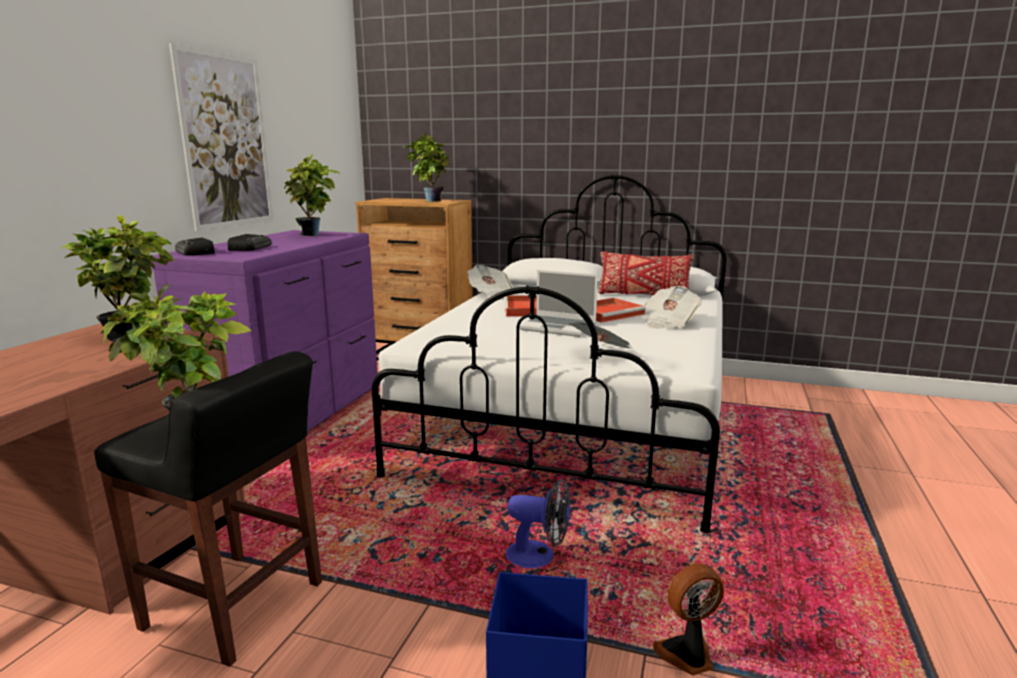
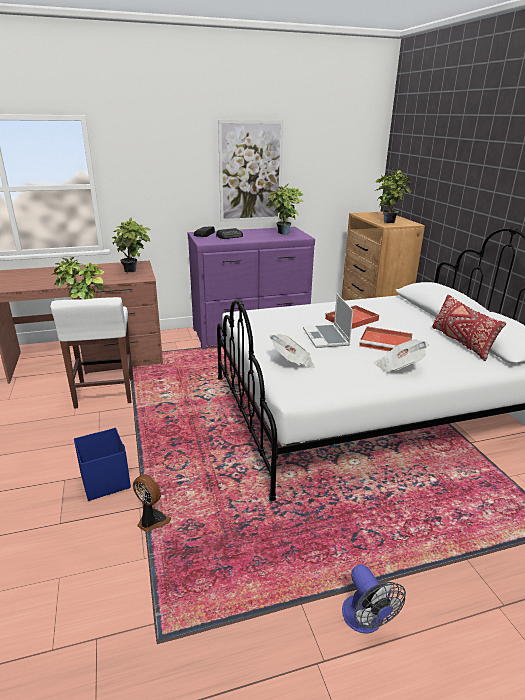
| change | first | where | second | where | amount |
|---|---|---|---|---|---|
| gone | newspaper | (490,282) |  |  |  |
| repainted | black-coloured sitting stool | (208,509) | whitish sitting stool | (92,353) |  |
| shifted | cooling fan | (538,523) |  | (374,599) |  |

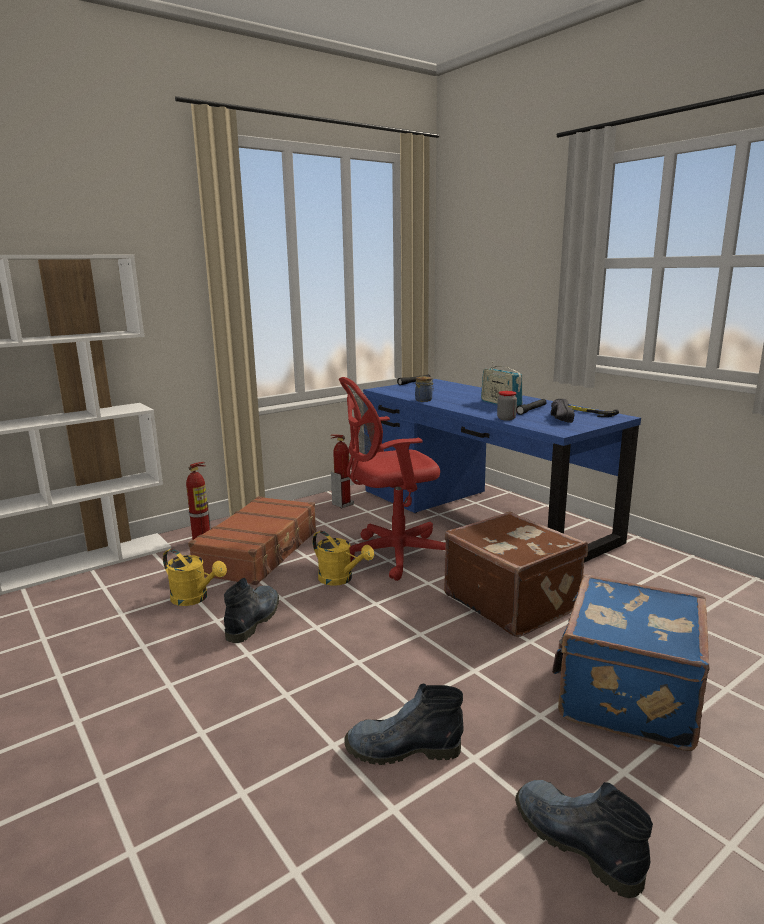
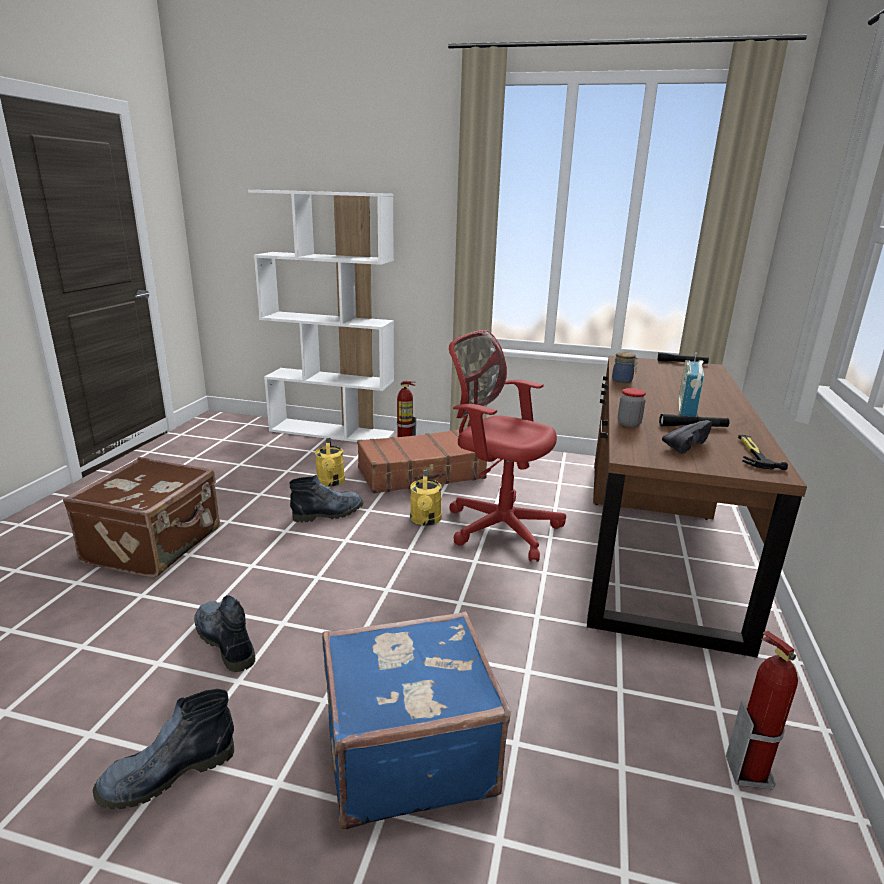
| change | first | where | second | where | amount |
|---|---|---|---|---|---|
| repainted | blue-coloured desk | (502,470) | brownish desk | (697,506) |  |
| shifted | fire extinguisher | (342,471) |  | (762,710) |  |
| shifted | brownish travel case | (516,574) |  | (141,517) |  |
| rotated | high-top boot | (584,839) |  | (163,749) | 135 degrees counterclockwise |

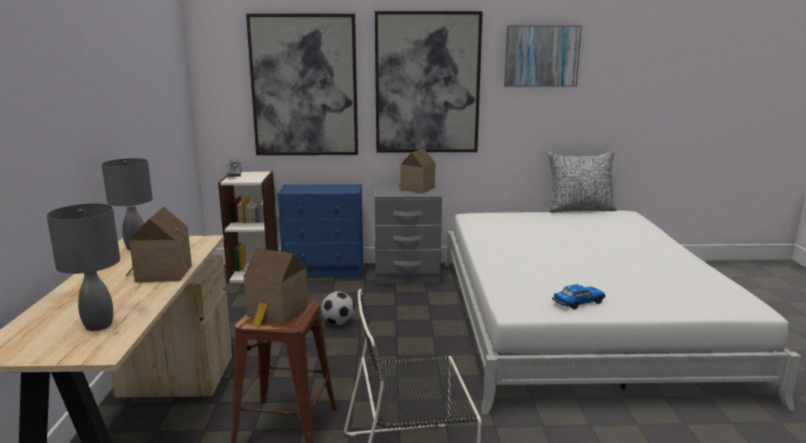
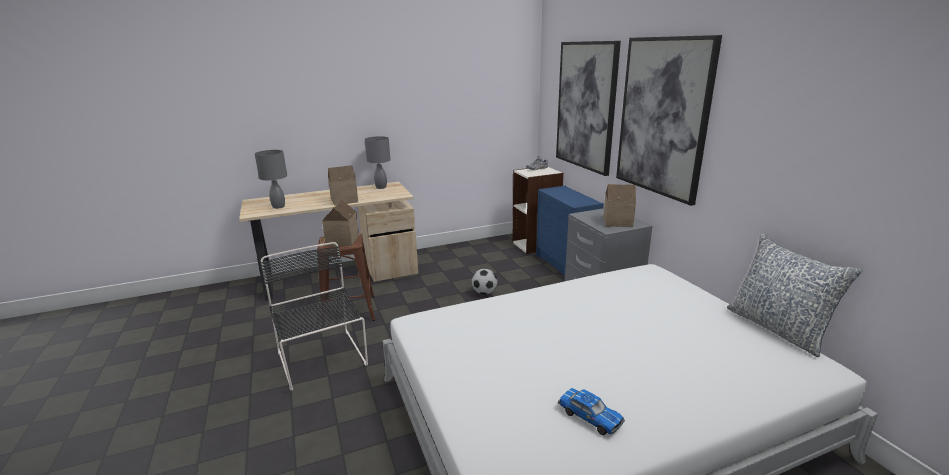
| change | first | where | second | where | amount |
|---|---|---|---|---|---|
| gone | wall picture | (543,56) |  |  |  |
| shifted | miniature car | (579,296) |  | (591,411) |  |

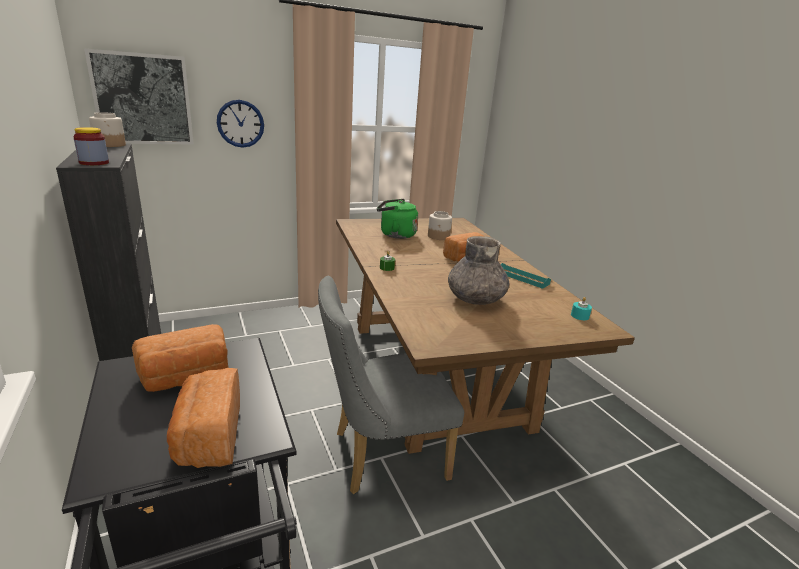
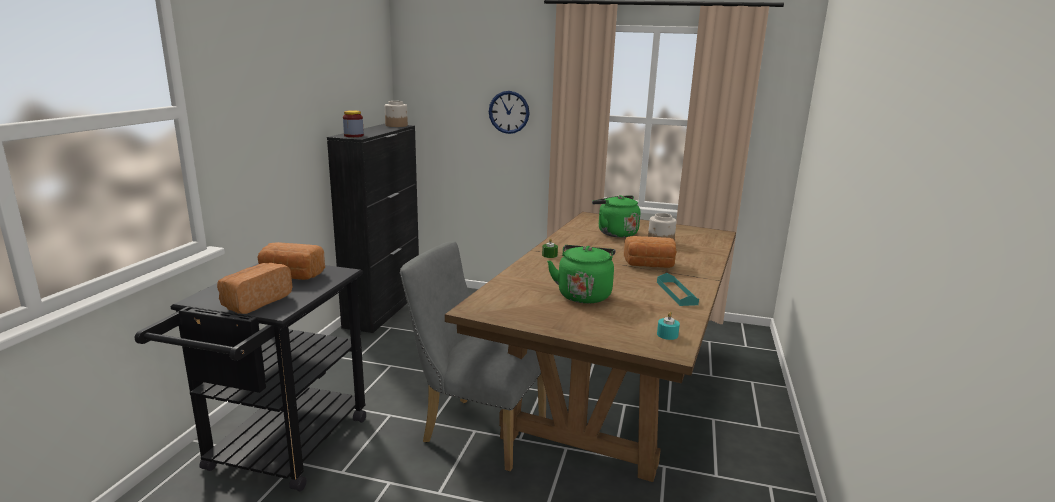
| change | first | where | second | where | amount |
|---|---|---|---|---|---|
| gone | wall picture | (139,97) |  |  |  |
| swapped | grey decorative vase | (478,270) | green kettle | (581,274) |  |

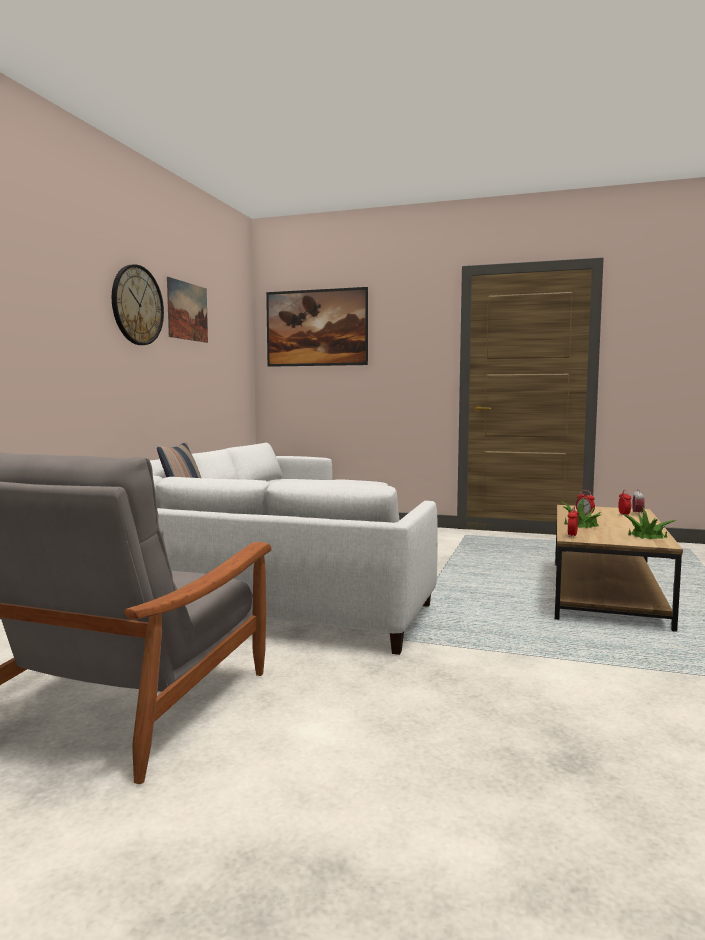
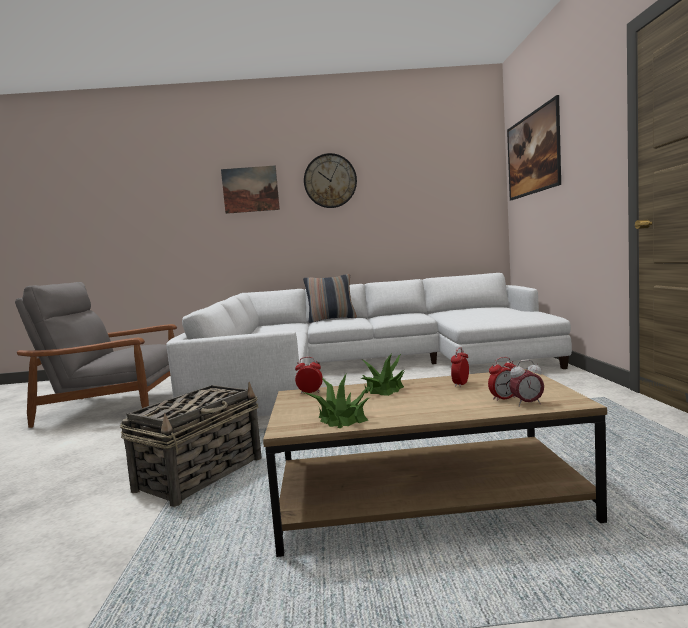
| change | first | where | second | where | amount |
|---|---|---|---|---|---|
| shifted | wall picture | (187,310) |  | (250,189) |  |
| new |  |  | basket | (191,444) |  |

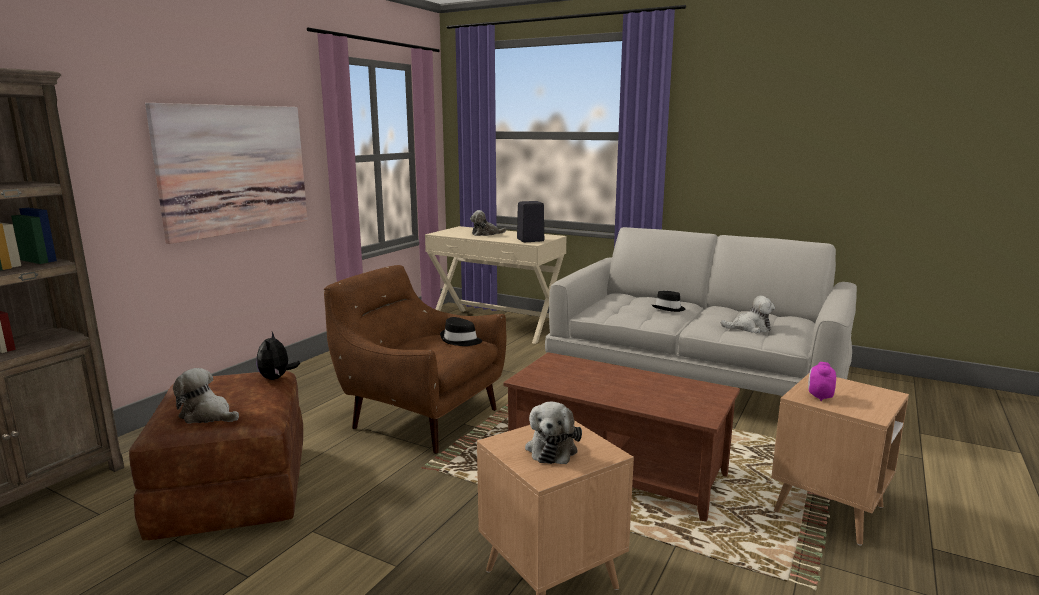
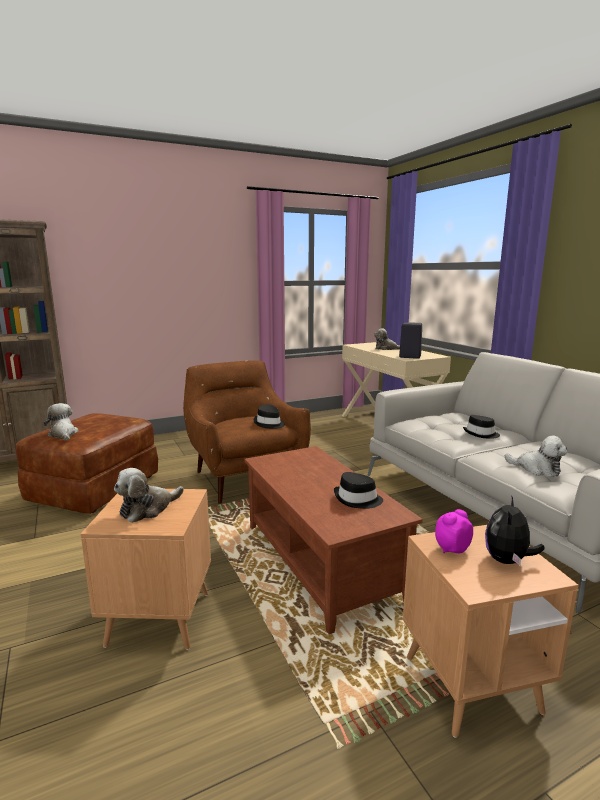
| change | first | where | second | where | amount |
|---|---|---|---|---|---|
| gone | wall picture | (226,173) |  |  |  |
| shifted | soft toy | (278,356) |  | (514,531) |  |
| new |  |  | black-coloured clothing hat | (358,490) |  |

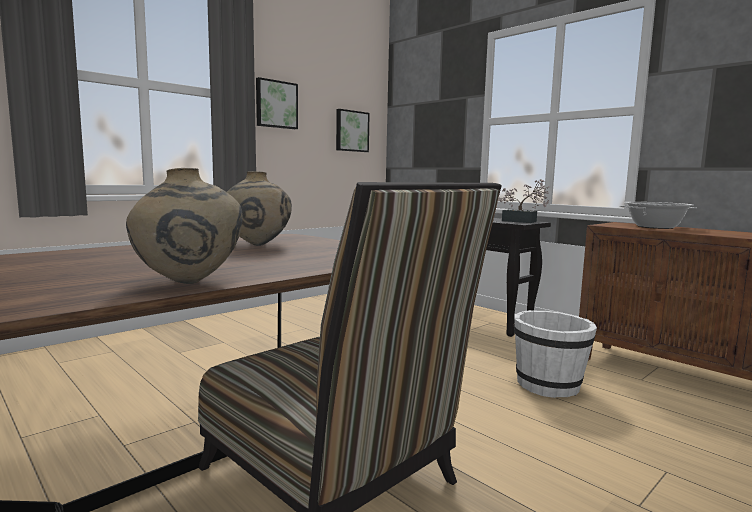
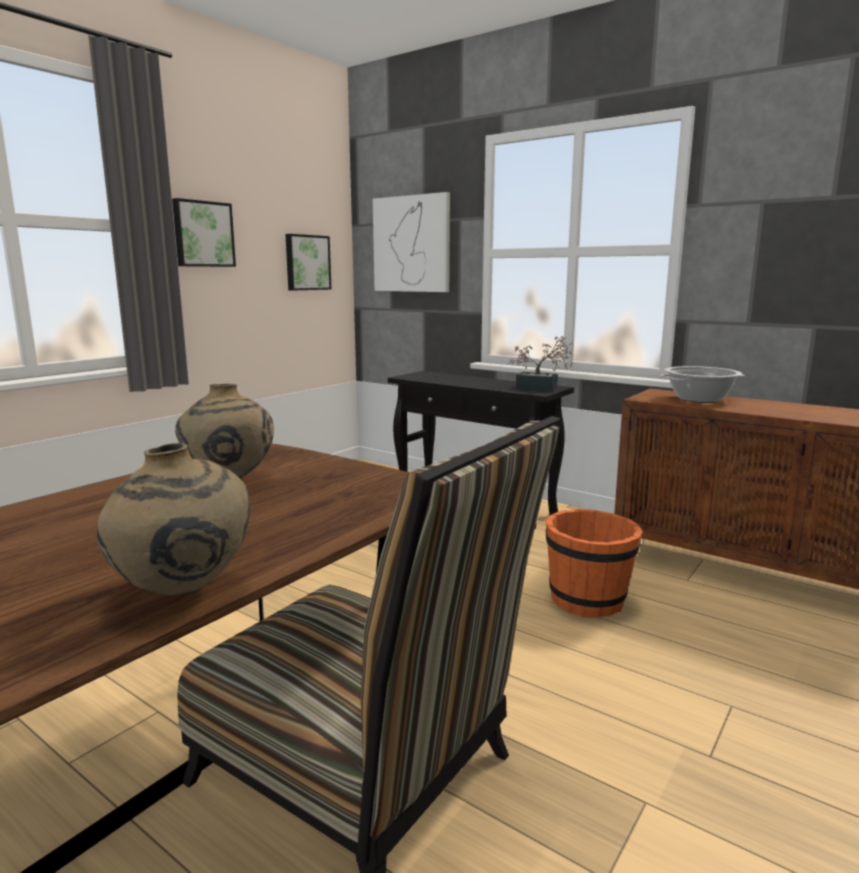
| change | first | where | second | where | amount |
|---|---|---|---|---|---|
| repainted | whitish water bucket | (555,354) | orange-coloured water bucket | (594,563) |  |
| new |  |  | wall picture | (411,242) |  |

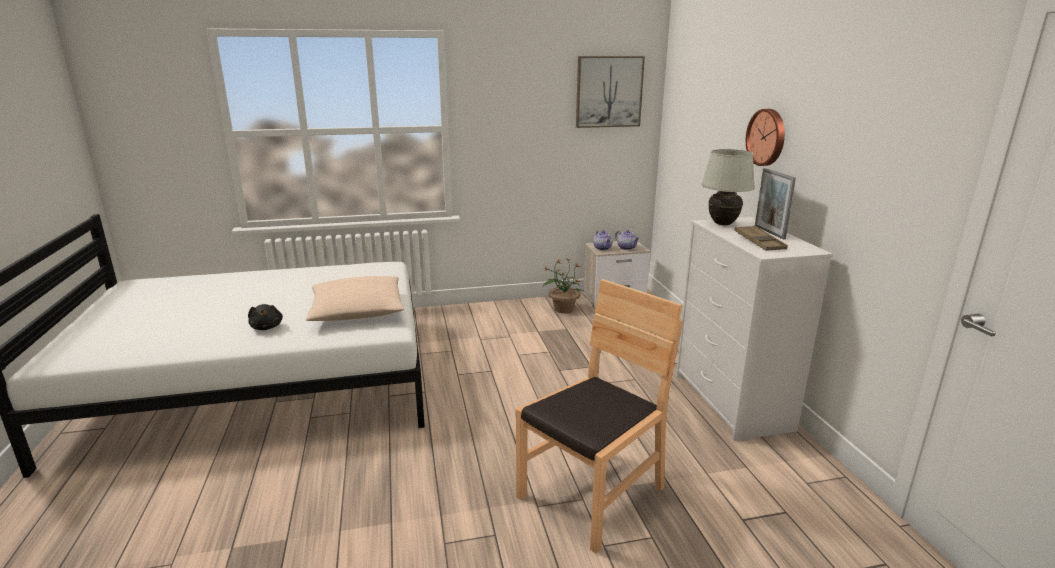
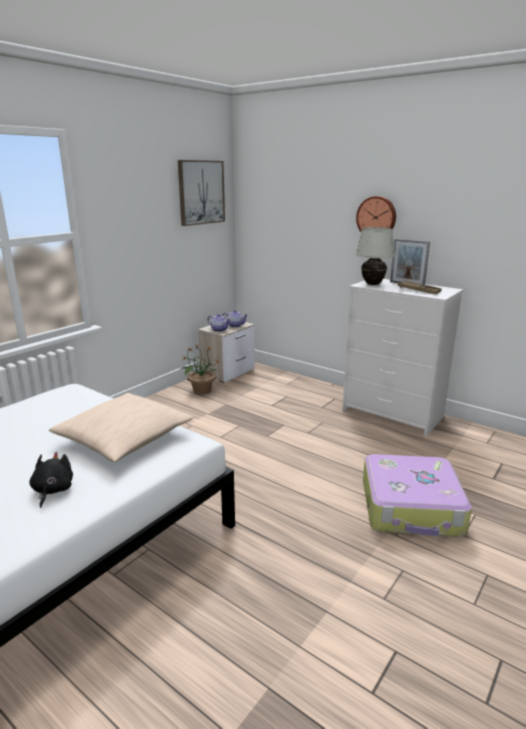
| change | first | where | second | where | amount |
|---|---|---|---|---|---|
| swapped | brownish chair | (599,416) | travel case | (417,495) |  |
| rotated | black-coloured soft toy | (265,317) |  | (51,480) | 120 degrees counterclockwise |

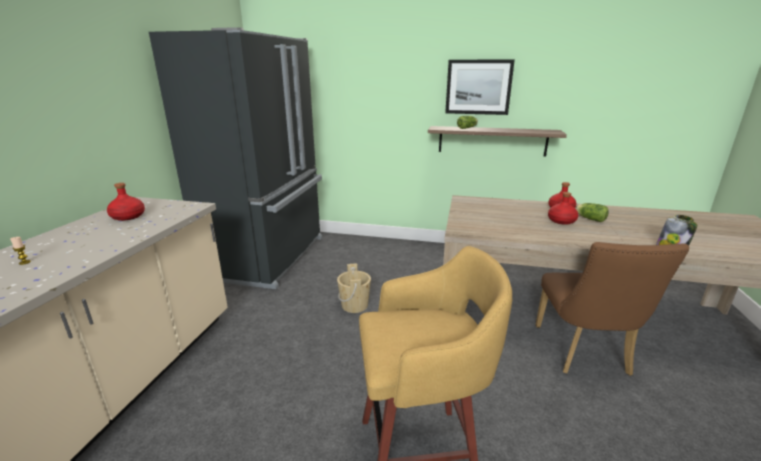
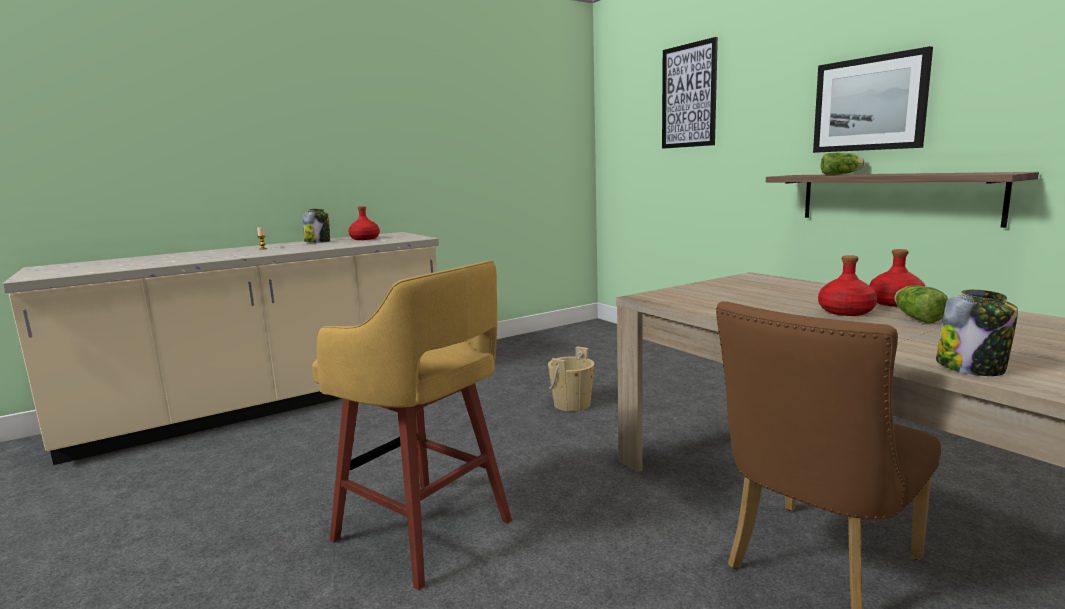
| change | first | where | second | where | amount |
|---|---|---|---|---|---|
| gone | black-coloured refrigerator | (235,158) |  |  |  |
| new |  |  | wall picture | (690,93) |  |
| new |  |  | storage jar | (316,226) |  |

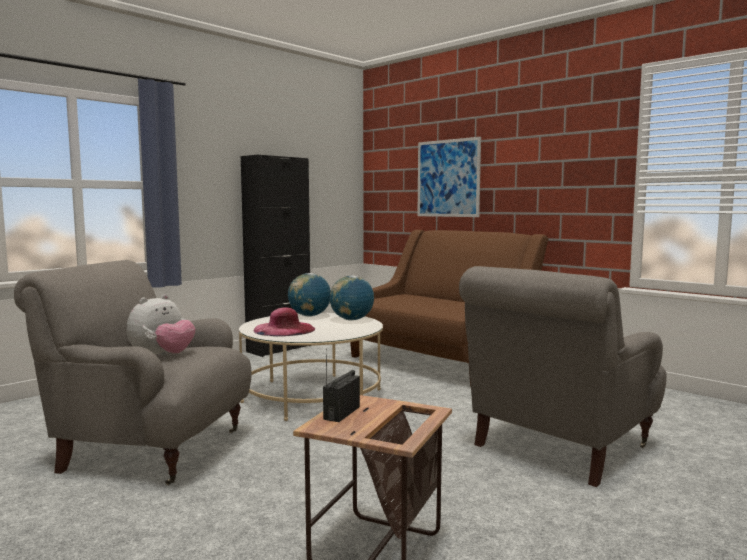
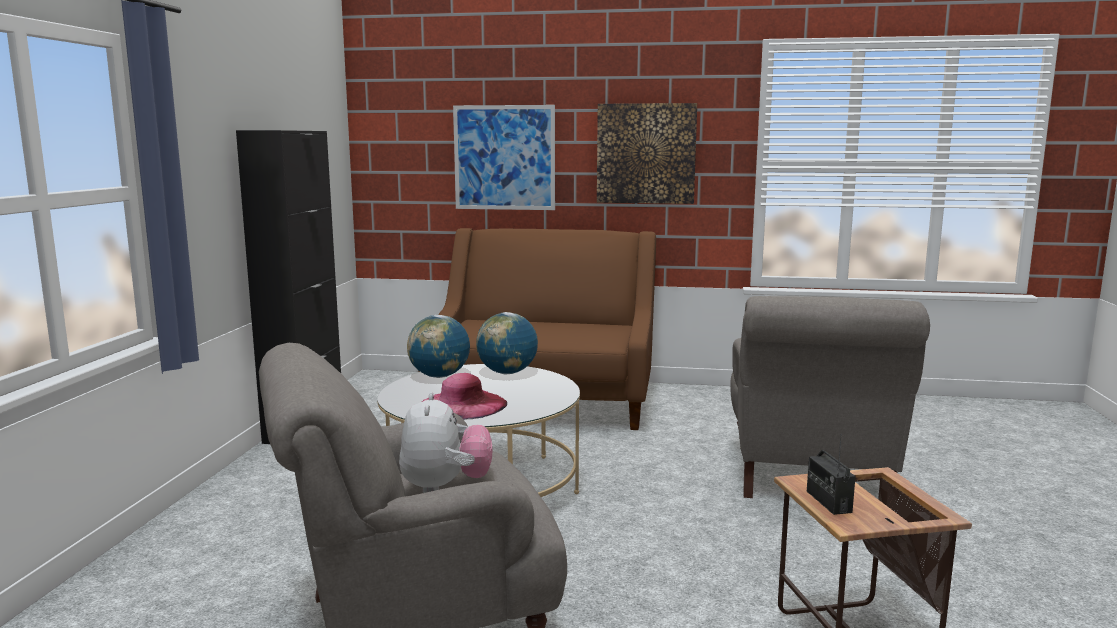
| change | first | where | second | where | amount |
|---|---|---|---|---|---|
| new |  |  | wall picture | (647,153) |  |

